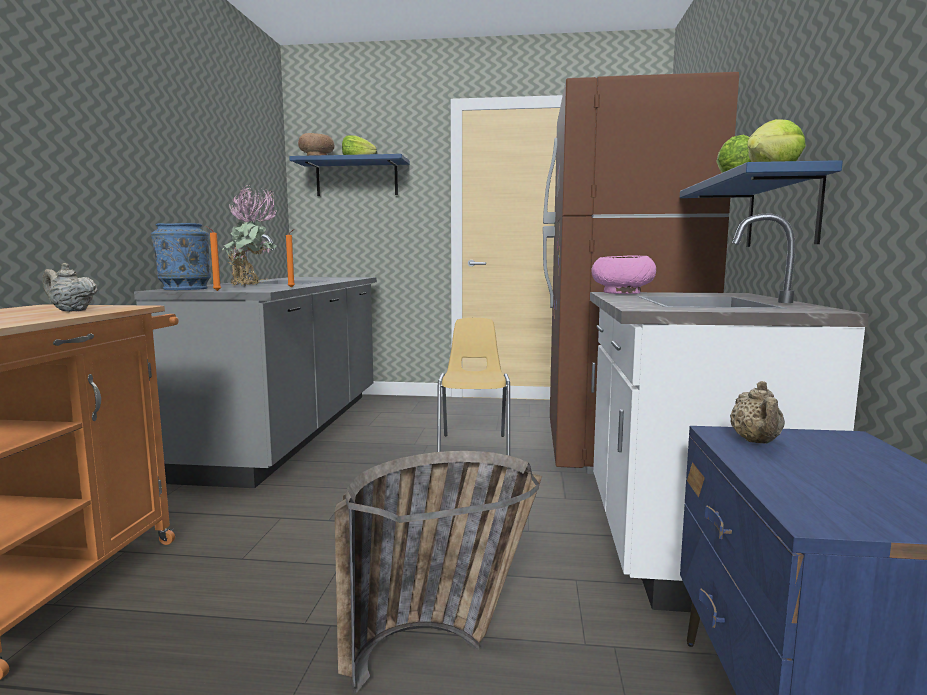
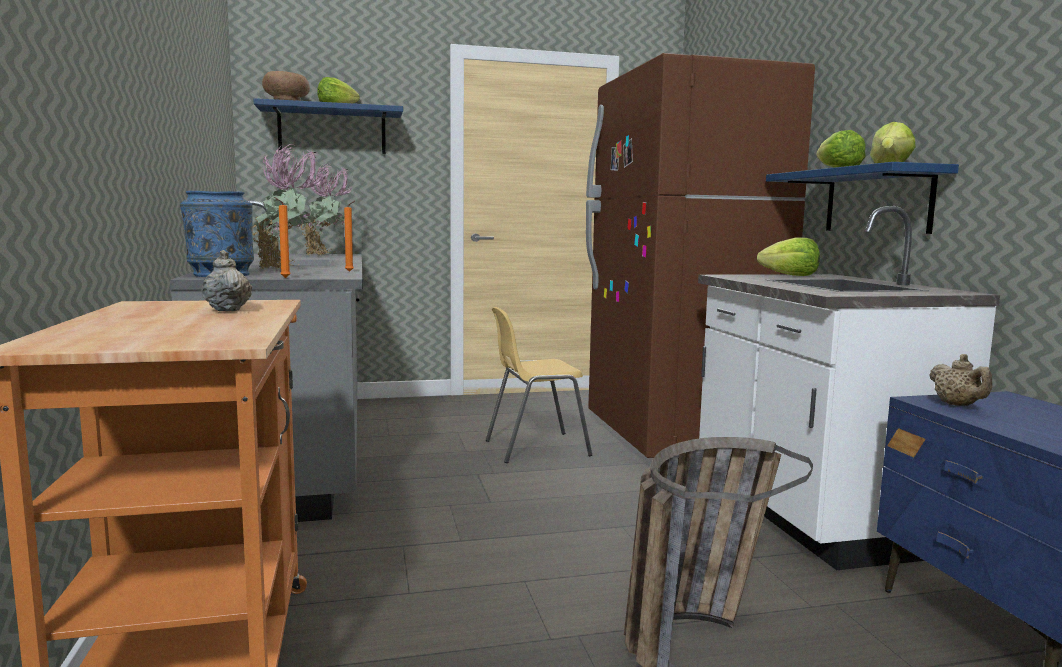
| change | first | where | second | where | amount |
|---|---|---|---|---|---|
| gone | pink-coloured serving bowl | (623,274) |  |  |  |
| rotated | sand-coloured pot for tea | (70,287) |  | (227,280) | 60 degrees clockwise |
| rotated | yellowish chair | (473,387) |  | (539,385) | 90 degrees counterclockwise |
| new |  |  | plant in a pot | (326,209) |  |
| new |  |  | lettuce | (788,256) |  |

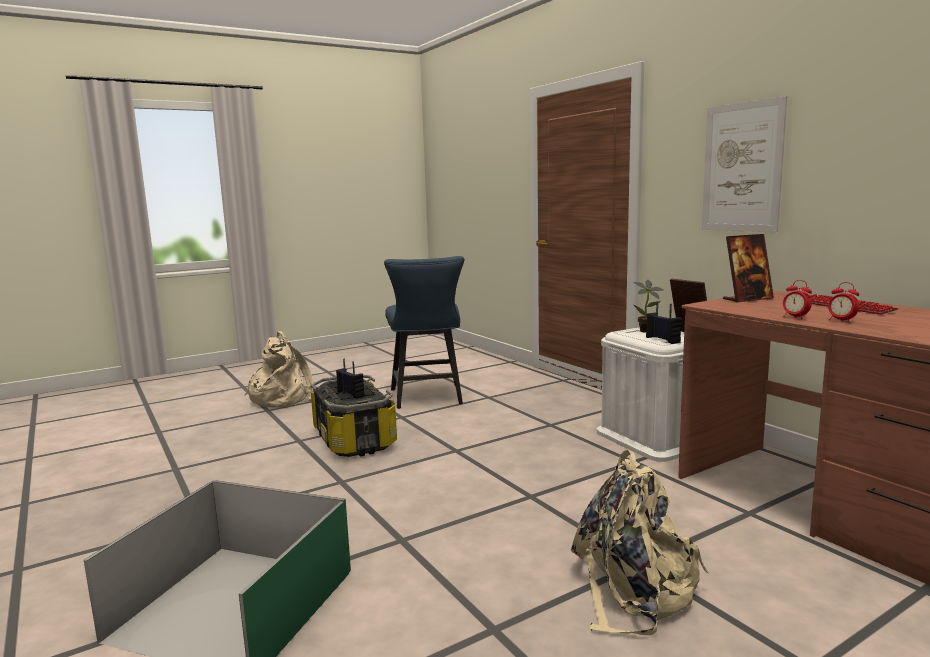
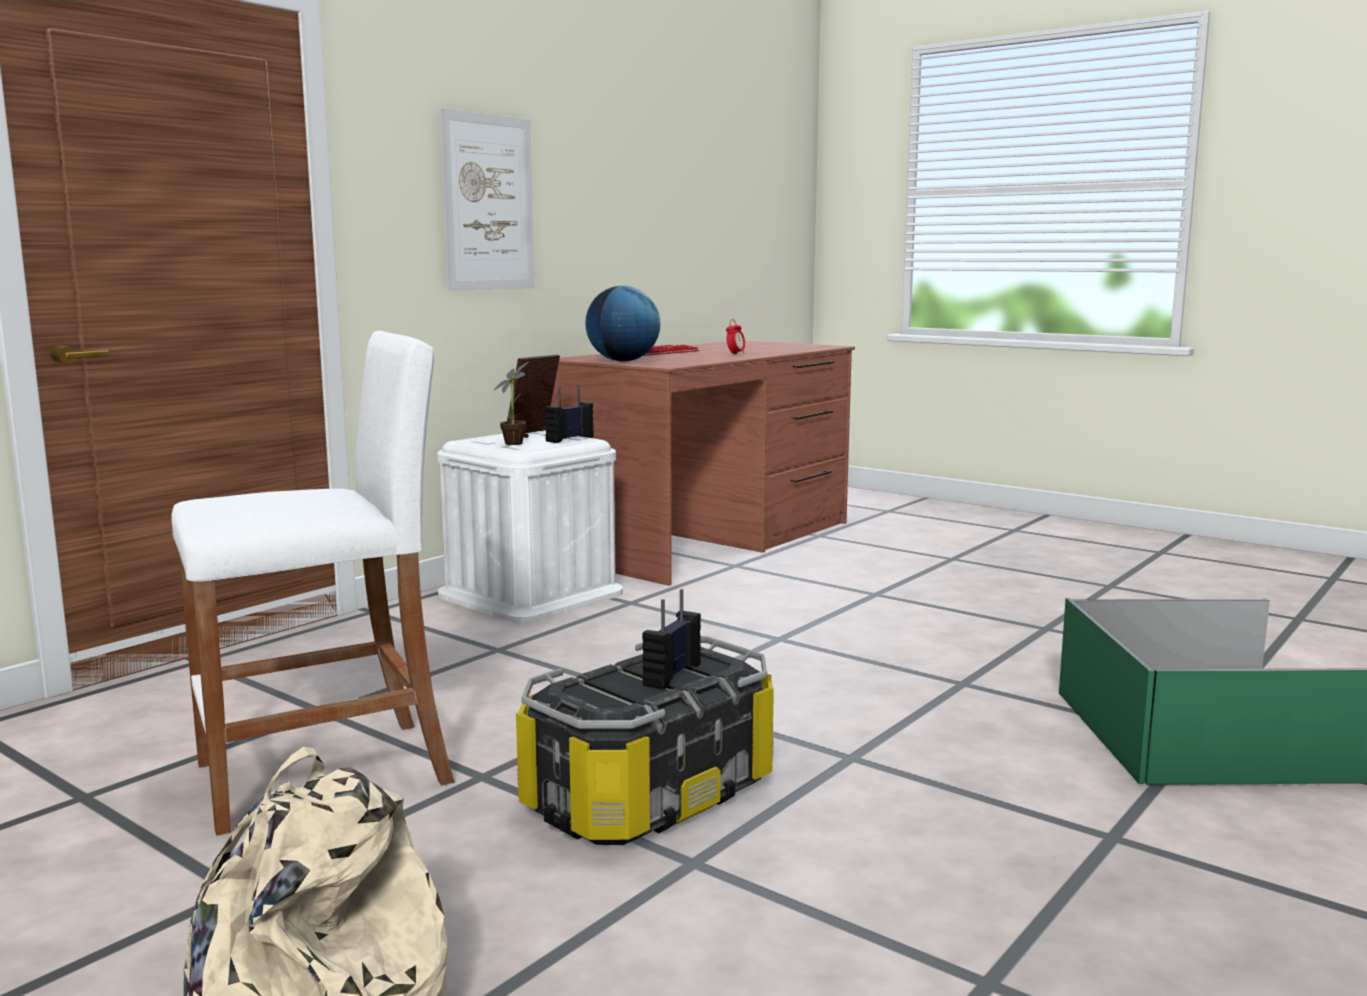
| change | first | where | second | where | amount |
|---|---|---|---|---|---|
| swapped | picture frame | (748,268) | desk globe | (623,323) |  |
| swapped | blue-coloured chair | (424,332) | whitish sitting stool | (313,583) |  |
| gone | bedside clock | (797,299) |  |  |  |
| gone | sand-coloured backpack | (639,542) |  |  |  |

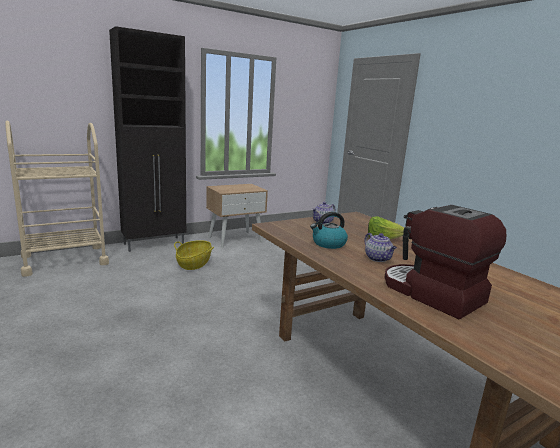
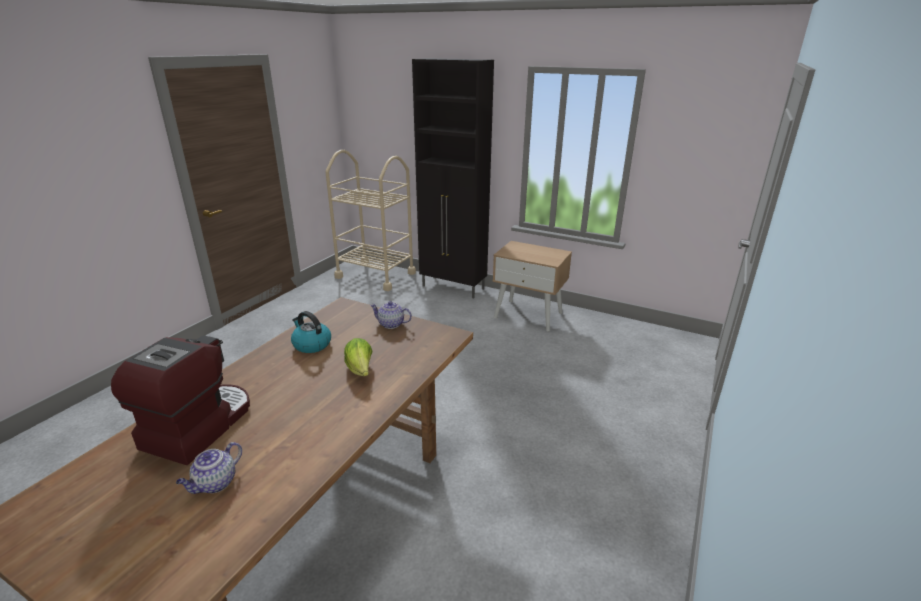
| change | first | where | second | where | amount |
|---|---|---|---|---|---|
| shifted | pot for tea | (380,247) |  | (209,468) |  |
| gone | basket | (194,255) |  |  |  |

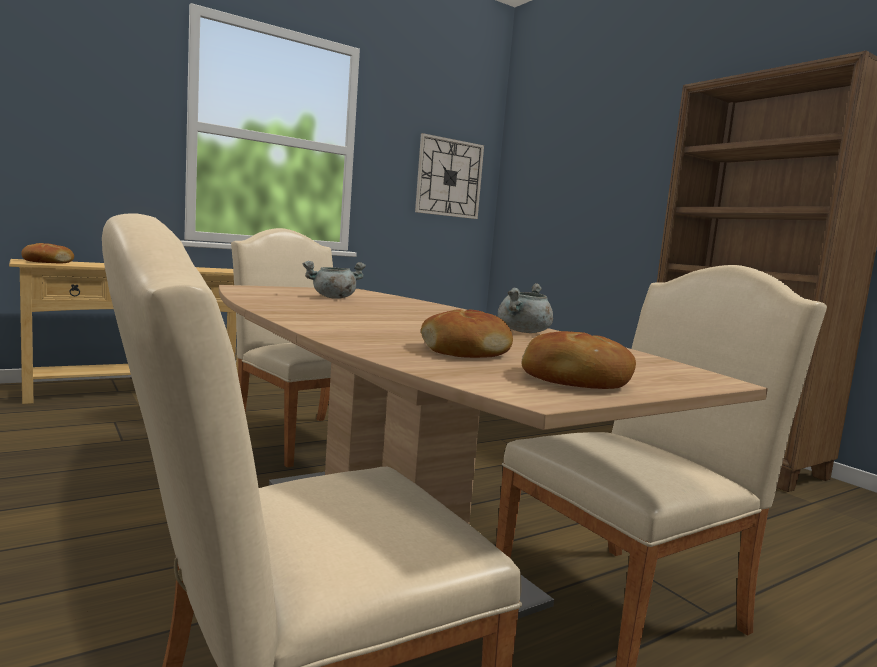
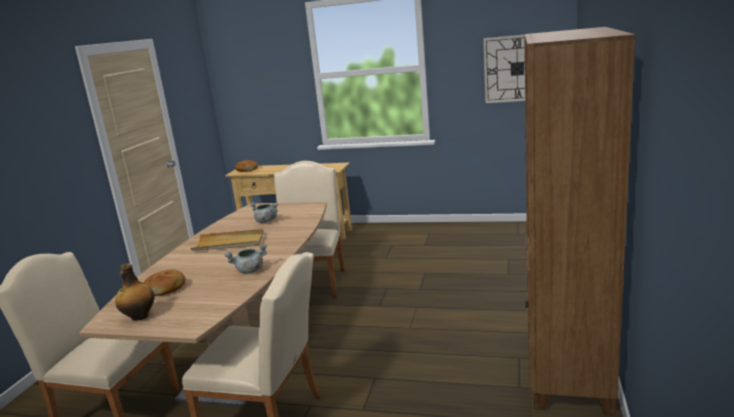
| change | first | where | second | where | amount |
|---|---|---|---|---|---|
| swapped | baked bread | (579,360) | bottle | (135,292) |  |
| new |  |  | sand-coloured tray | (227,240) |  |

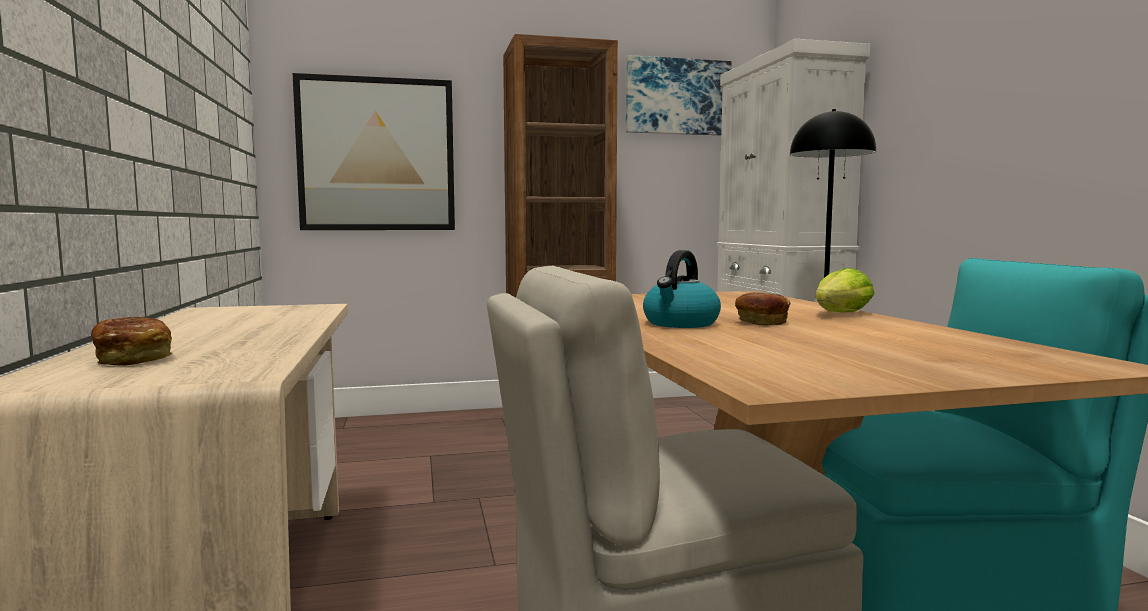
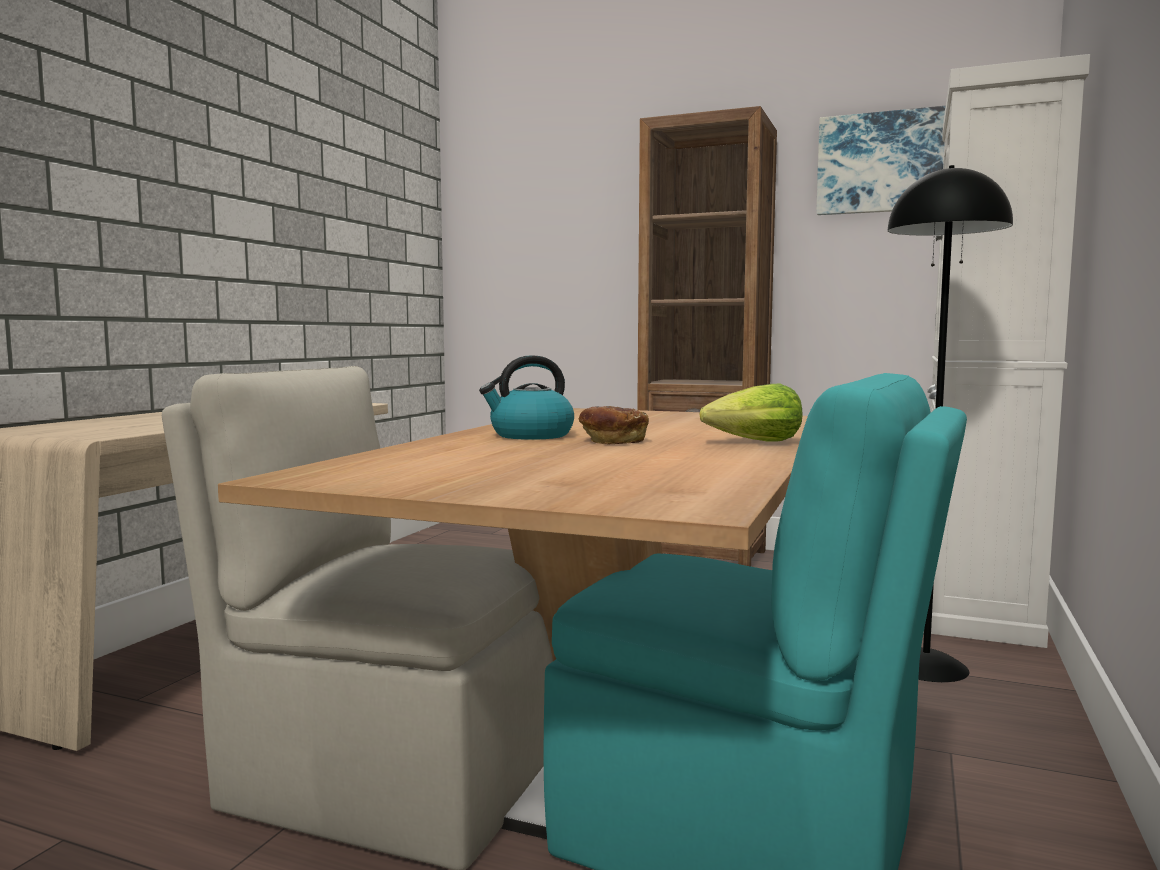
| change | first | where | second | where | amount |
|---|---|---|---|---|---|
| gone | wall picture | (374,151) |  |  |  |
| gone | baked bread | (132,341) |  |  |  |

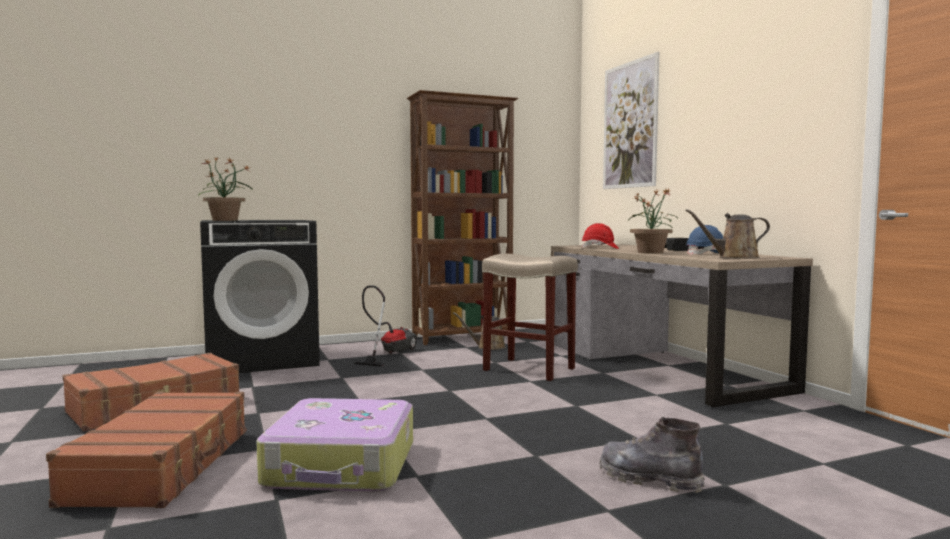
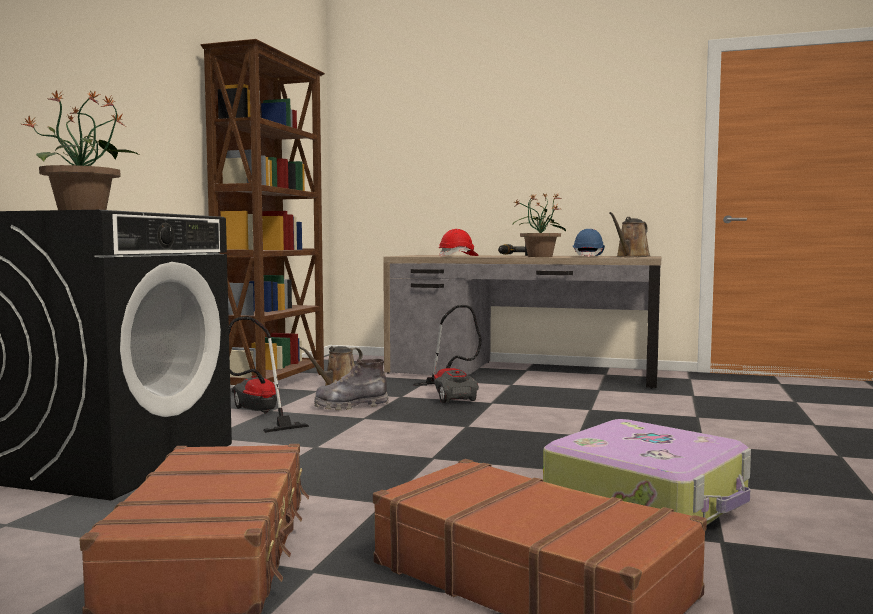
| change | first | where | second | where | amount |
|---|---|---|---|---|---|
| gone | wall picture | (631,120) |  |  |  |
| swapped | sand-coloured sitting stool | (530,317) | vacuum | (447,354) |  |
| shifted | grey high-top boot | (652,455) |  | (351,385) |  |

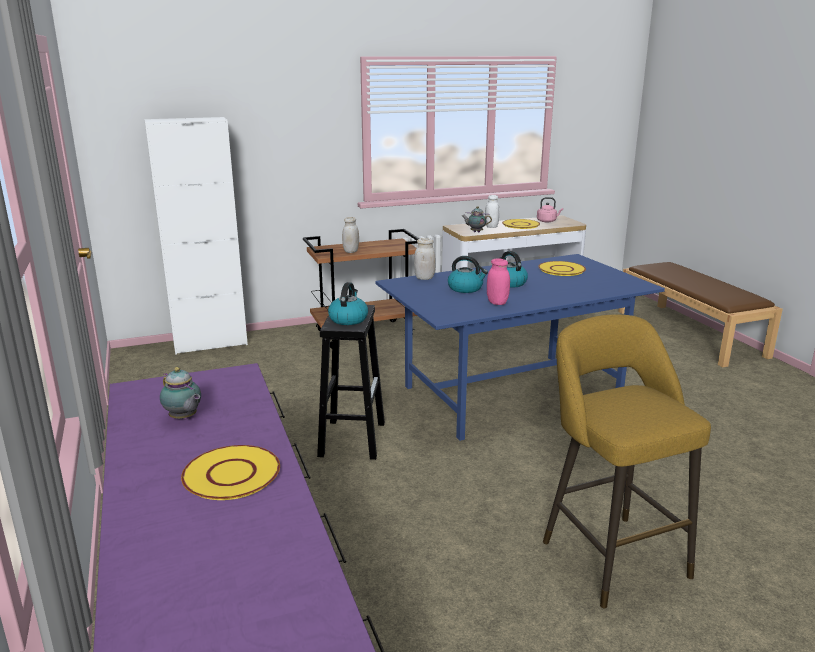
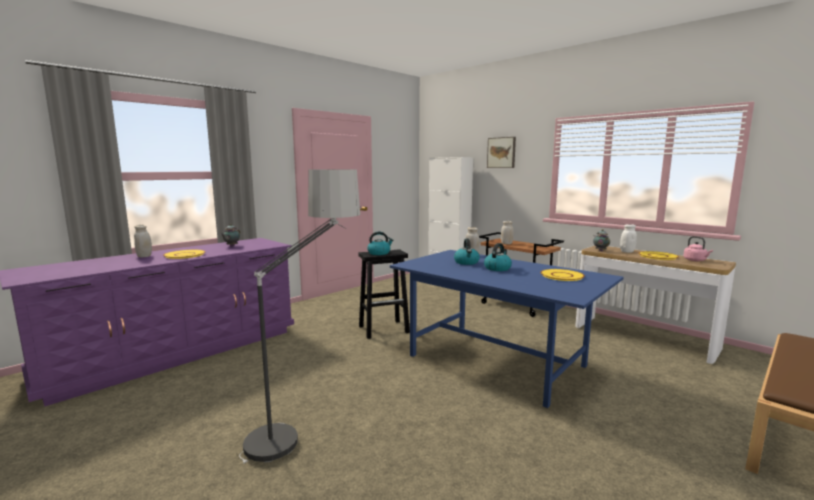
| change | first | where | second | where | amount |
|---|---|---|---|---|---|
| gone | pink-coloured storage jar | (498,281) |  |  |  |
| swapped | yellowish sitting stool | (627,461) | floor lamp | (300,316) |  |
| new |  |  | wall picture | (501,152) |  |
| new |  |  | whitish storage jar | (143,241) |  |

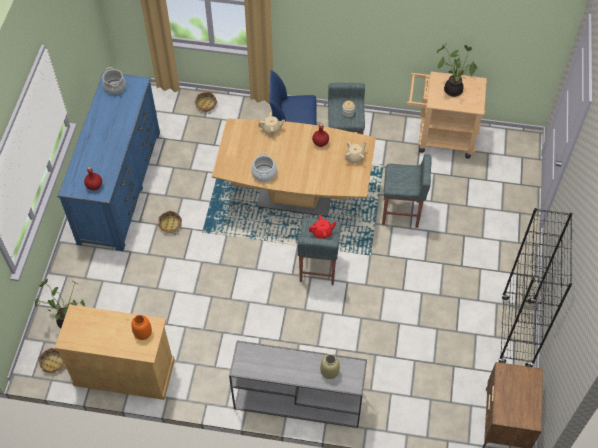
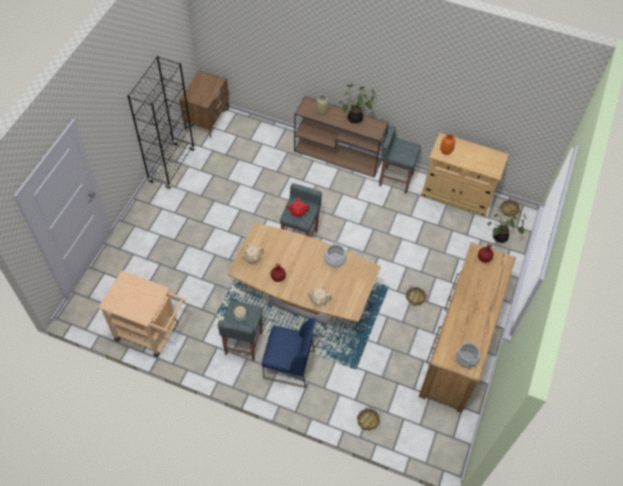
| change | first | where | second | where | amount |
|---|---|---|---|---|---|
| shifted | plant in a pot | (457,70) |  | (357,104) |  |
| repainted | blue-coloured dresser | (108,161) | brownish dresser | (467,327) |  |
| shifted | grey sitting stool | (407,191) |  | (400,160) |  |
| repainted | grey console table | (298,384) | brownish console table | (341,137) |  |

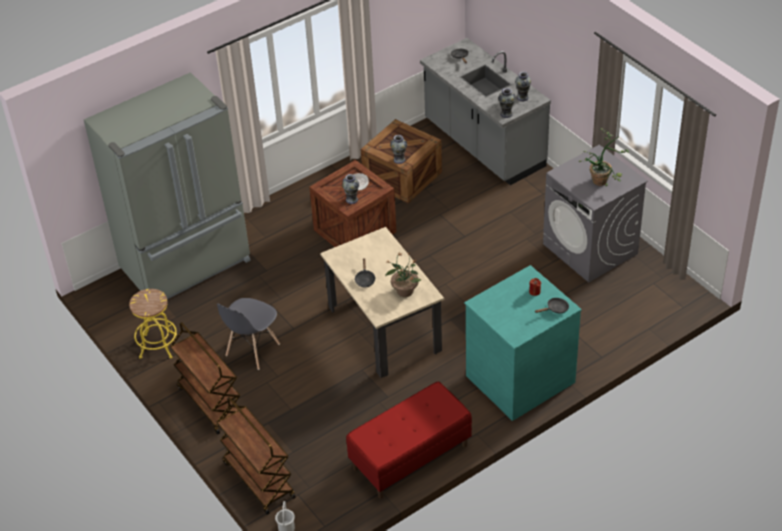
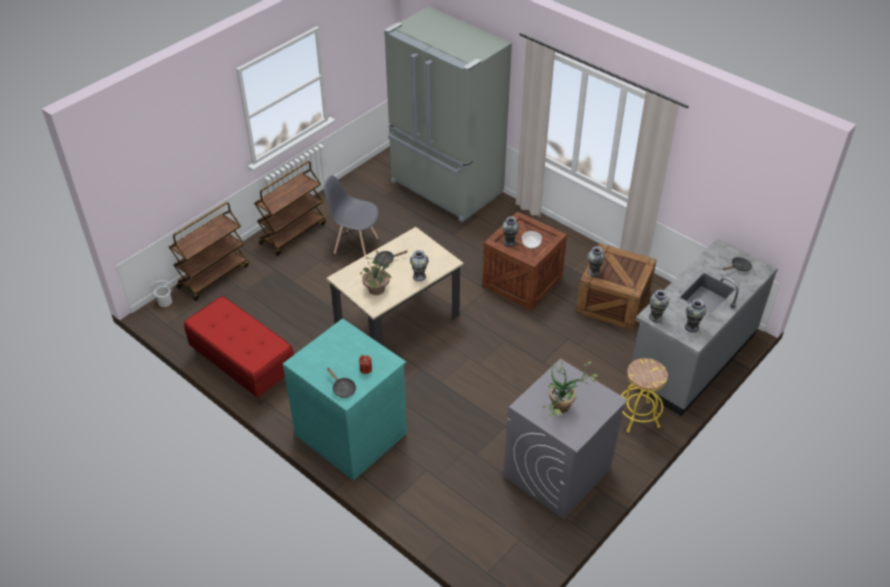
| change | first | where | second | where | amount |
|---|---|---|---|---|---|
| shifted | yellowish sitting stool | (153,324) |  | (644,395) |  |
| new |  |  | decorative vase | (419,265) |  |

